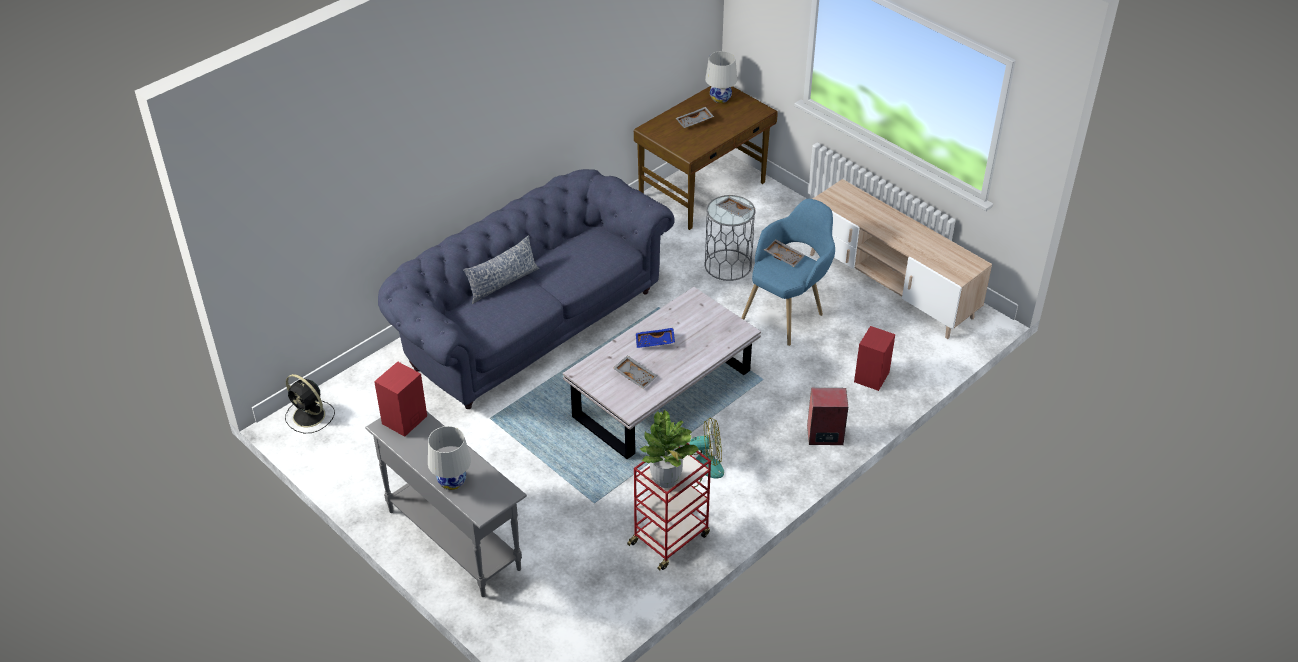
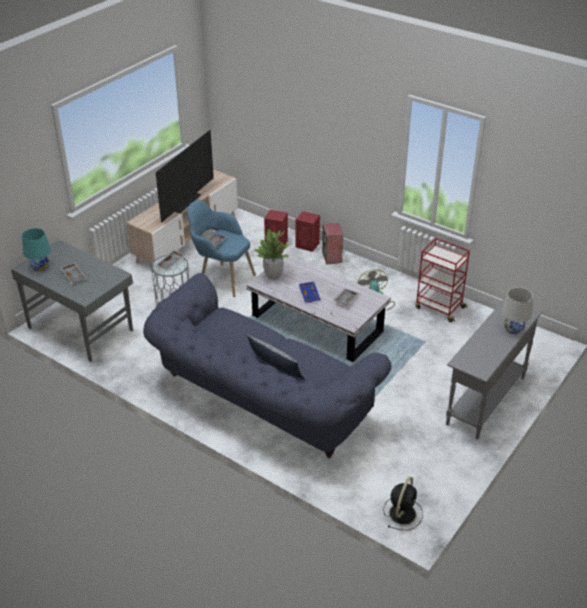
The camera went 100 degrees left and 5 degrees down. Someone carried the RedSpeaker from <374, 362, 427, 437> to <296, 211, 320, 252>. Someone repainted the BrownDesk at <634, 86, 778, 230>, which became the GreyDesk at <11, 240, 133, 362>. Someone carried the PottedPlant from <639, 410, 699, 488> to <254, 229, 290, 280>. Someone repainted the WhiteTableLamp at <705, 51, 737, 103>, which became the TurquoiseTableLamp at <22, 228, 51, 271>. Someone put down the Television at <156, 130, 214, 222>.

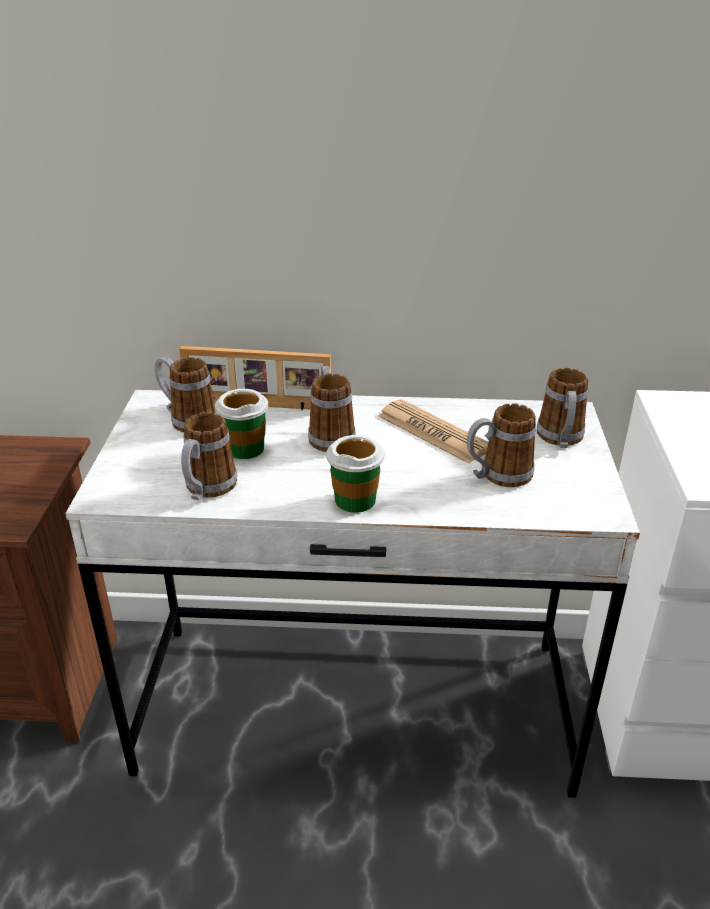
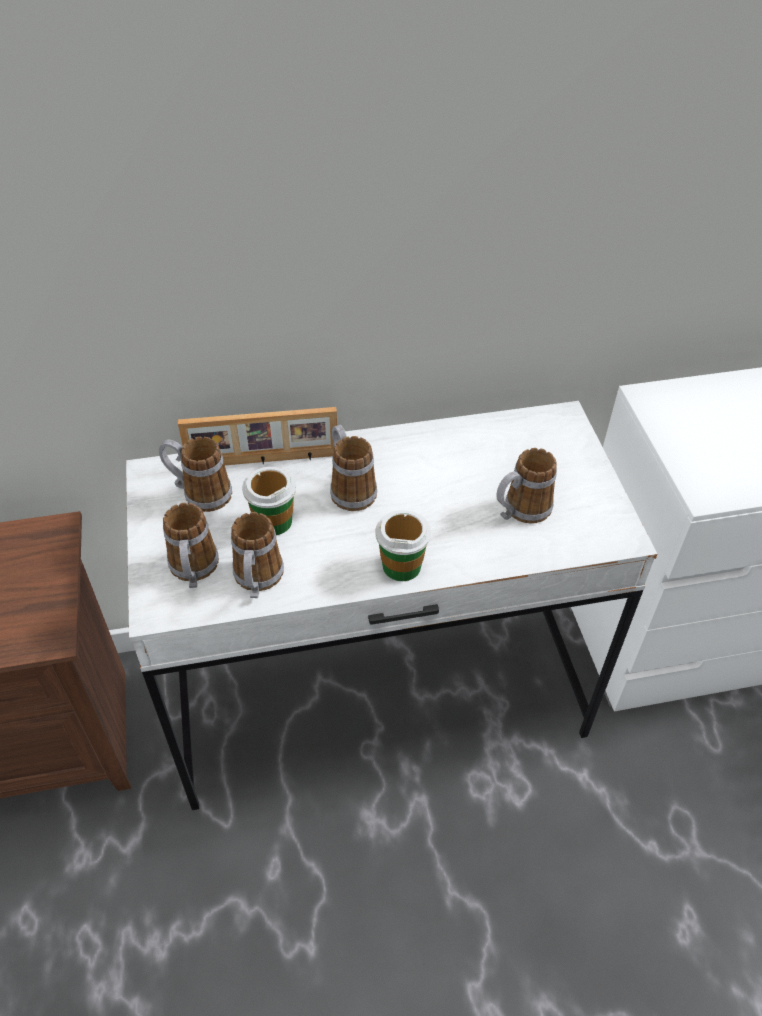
The camera went 15 degrees left and 15 degrees up. Someone took away the Newspaper at <378, 399, 488, 464>. Someone carried the Mug from <537, 368, 588, 448> to <163, 503, 219, 588>.

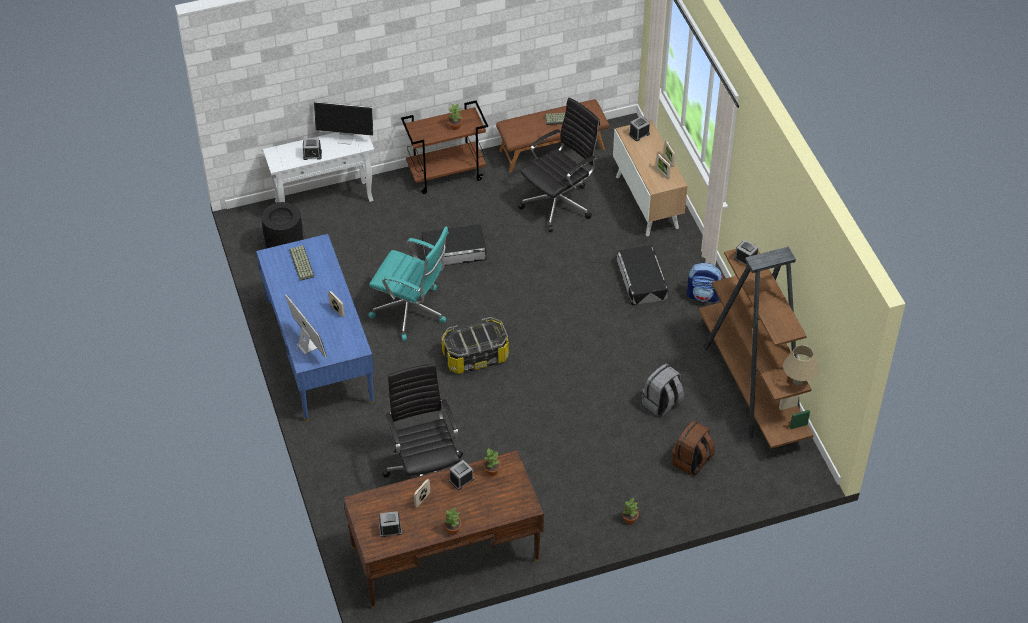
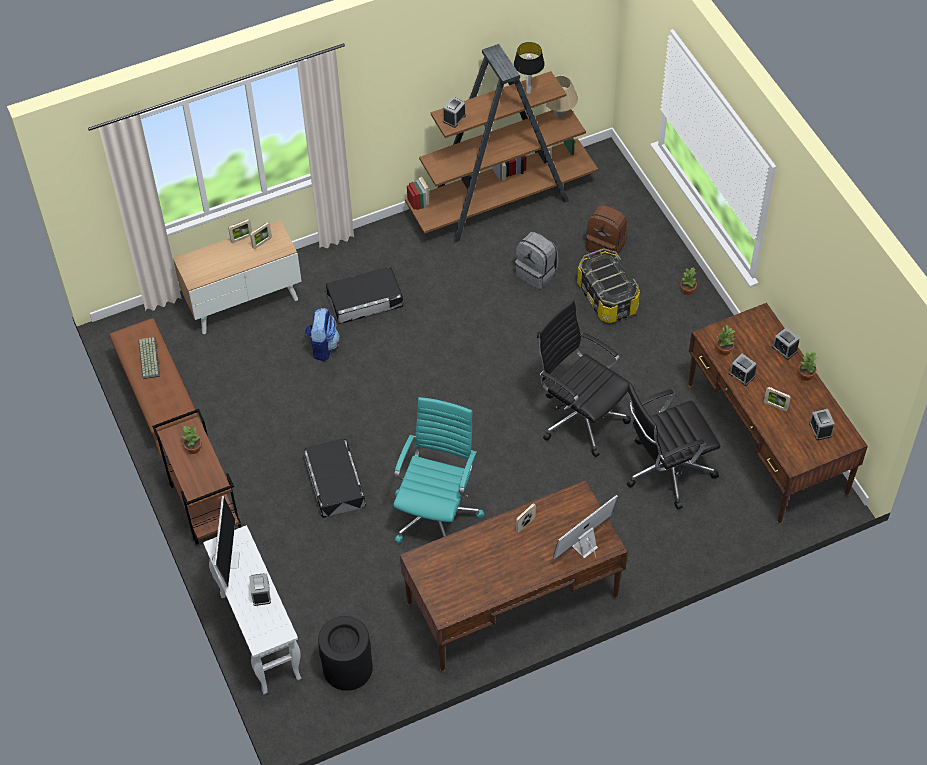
The camera went 95 degrees left and 5 degrees up. Someone repainted the BlueDesk at <256, 234, 374, 421>, which became the BrownDesk at <400, 480, 628, 673>. Someone took away the Keyboard at <289, 246, 315, 281>. Someone carried the StorageBox from <442, 317, 509, 374> to <577, 248, 640, 323>. Someone carried the BlackOfficeChair from <518, 97, 600, 232> to <537, 300, 631, 457>. Someone carried the AlarmClock from <629, 116, 650, 141> to <772, 328, 800, 360>. Someone carried the Backpack from <687, 263, 723, 303> to <305, 308, 340, 361>. Someone put down the TableLamp at <514, 42, 545, 94>.

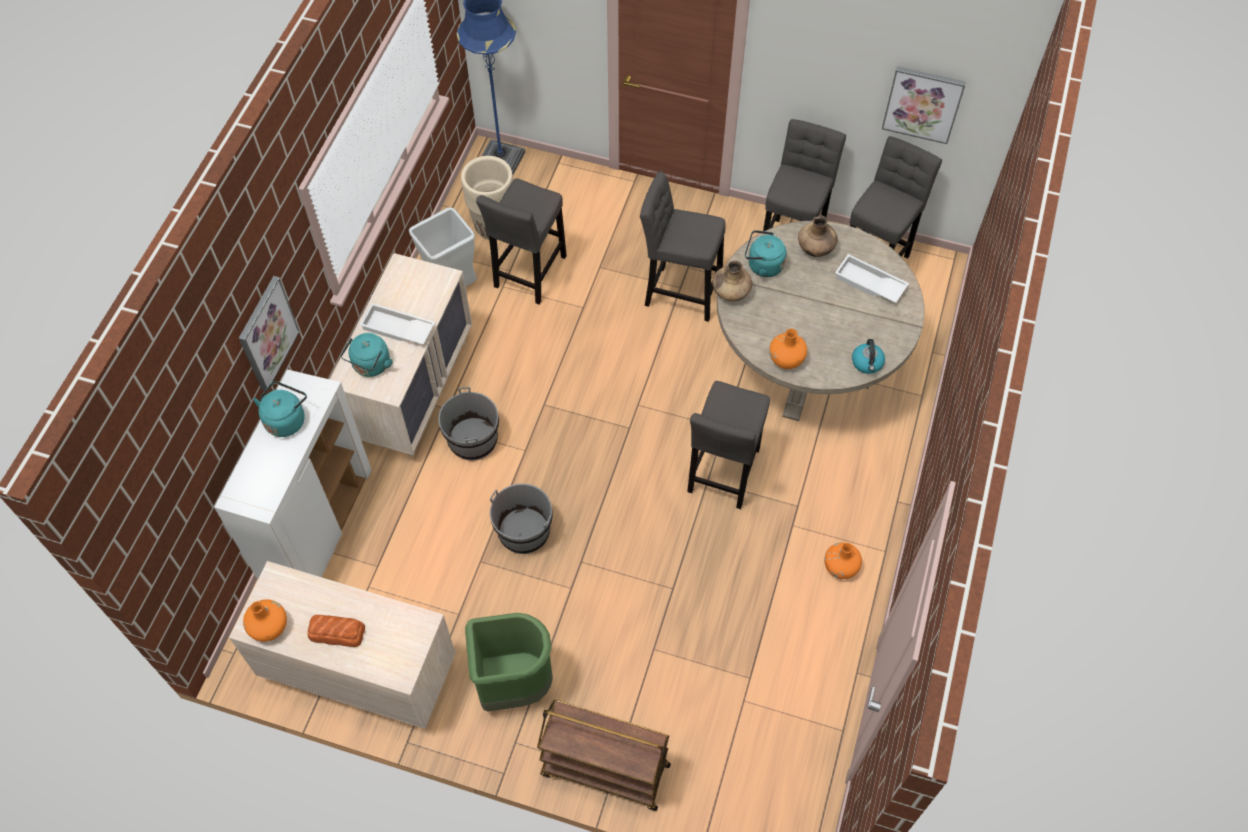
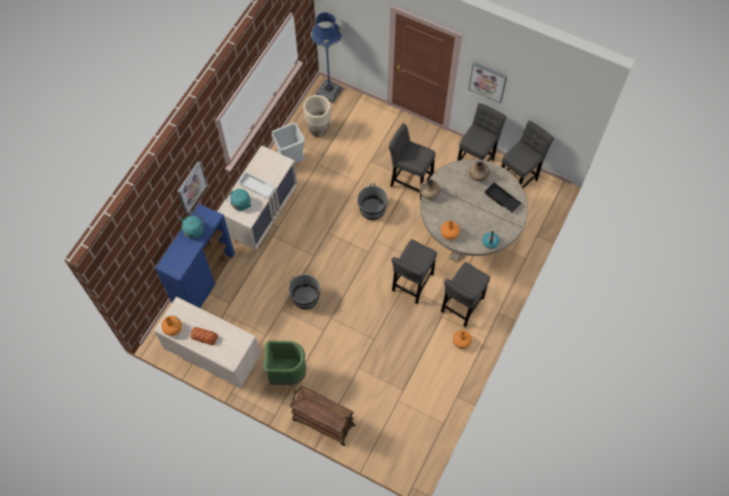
The camera went 10 degrees right and 5 degrees up. Someone repainted the WhiteCabinet at <214, 369, 372, 580>, which became the BlueCabinet at <155, 204, 235, 308>. Someone carried the GreyBucket from <438, 387, 499, 461> to <358, 183, 388, 220>. Someone carried the GreyStool from <476, 178, 567, 304> to <441, 262, 490, 327>. Someone took away the TurquoiseKettle at <745, 230, 787, 277>. Someone repainted the WhiteTray at <835, 254, 909, 303>, which became the BlackTray at <485, 182, 521, 213>. Someone carried the Picture from <882, 66, 966, 144> to <468, 62, 507, 103>.

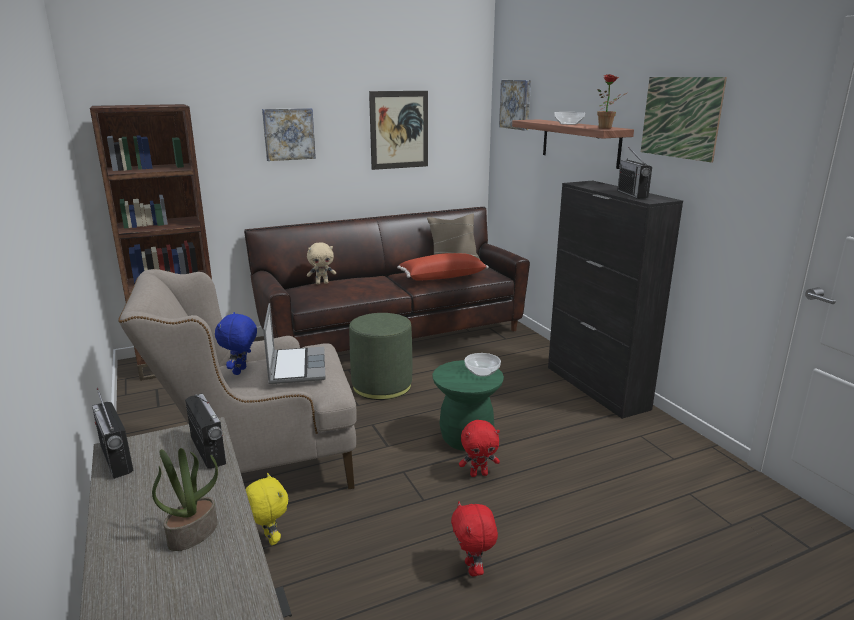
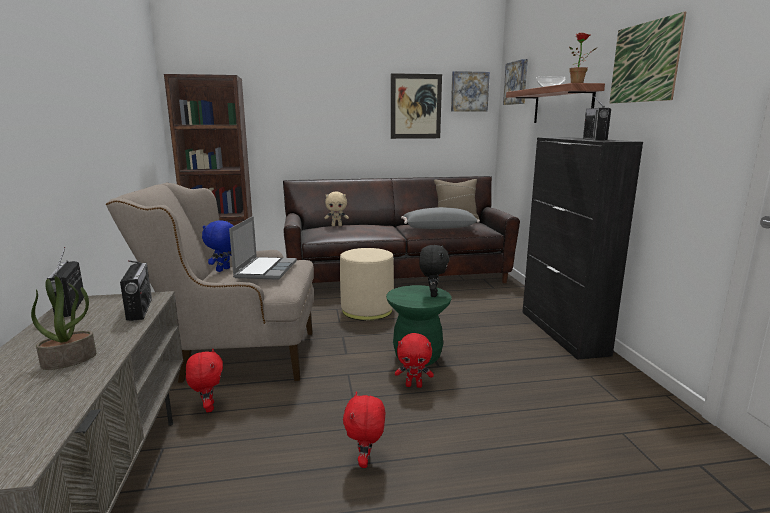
The camera went 15 degrees right and 5 degrees down. Someone repainted the YellowPlushToy at <246, 473, 288, 545>, which became the RedPlushToy at <186, 349, 223, 413>. Someone carried the Picture from <262, 108, 316, 161> to <451, 71, 490, 112>. Someone repainted the GreenOttoman at <349, 313, 412, 400>, which became the BeigeOttoman at <340, 248, 394, 321>. Someone repainted the RedPillow at <397, 253, 489, 280>, which became the GreyPillow at <401, 207, 480, 229>. Someone swapped the Bowl at <464, 353, 501, 377> for the BlackPlushToy at <419, 245, 449, 297>.

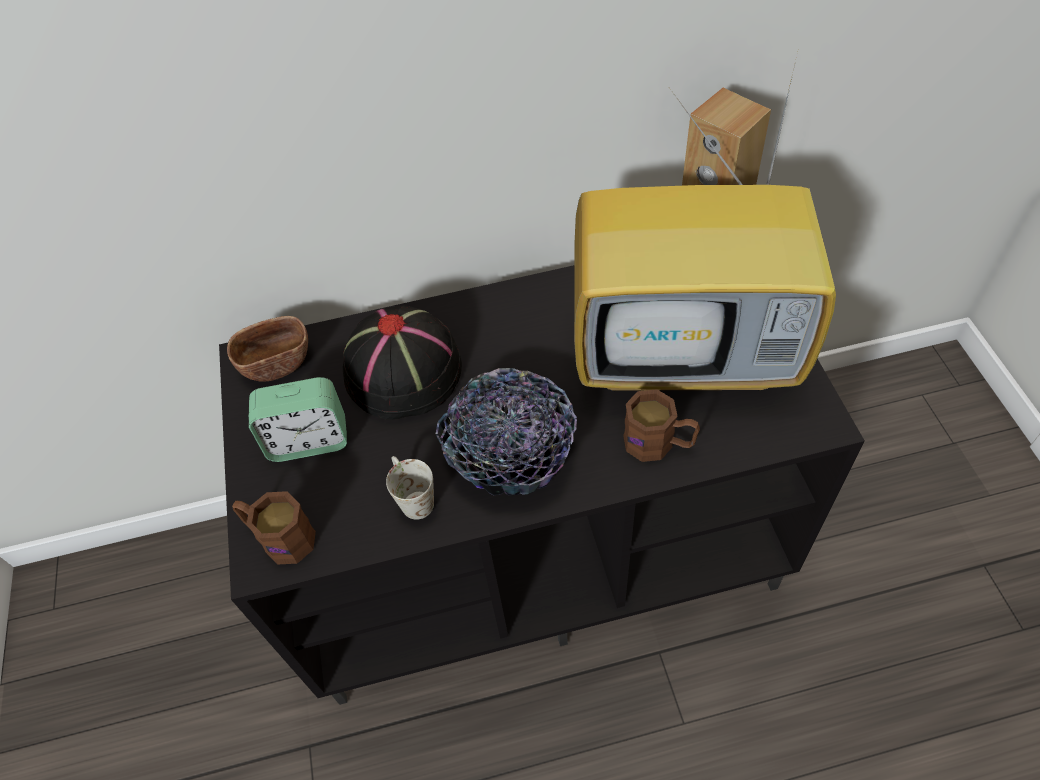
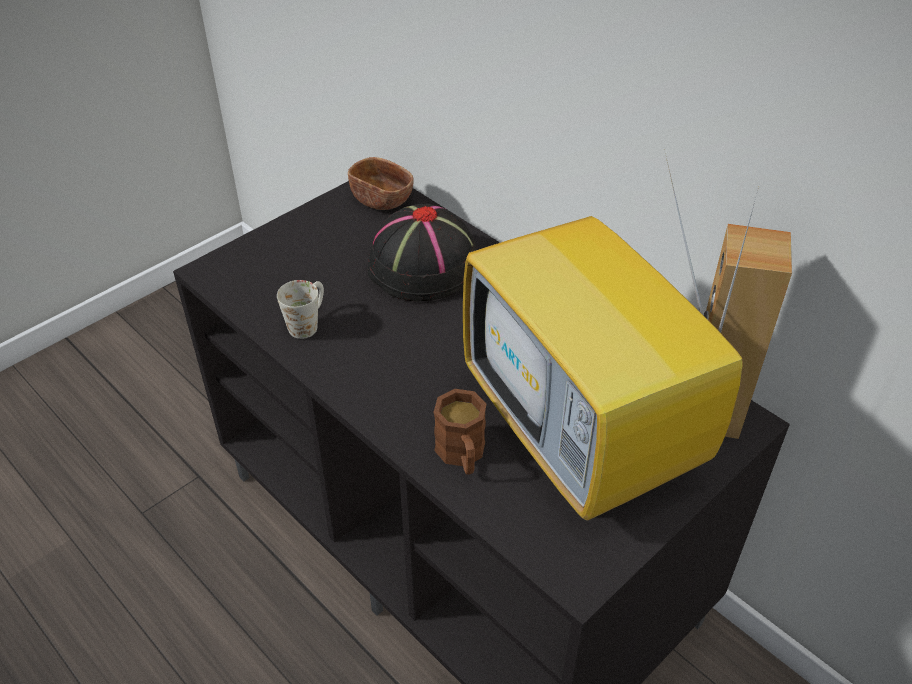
The camera went 55 degrees right and 10 degrees down. Someone took away the BrownMug at <232, 491, 316, 565>. Someone took away the AlarmClock at <249, 377, 347, 462>. Someone took away the Bowl at <436, 368, 577, 495>.

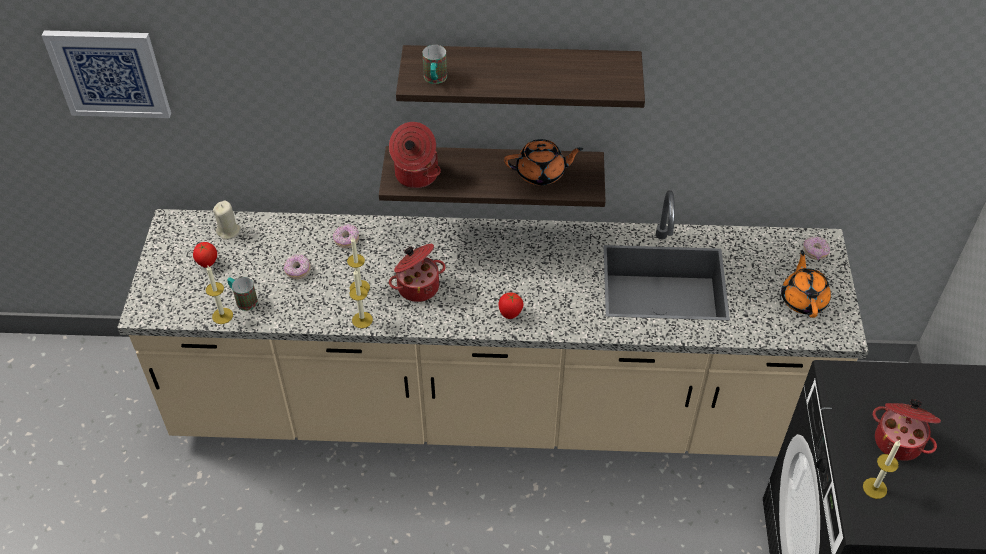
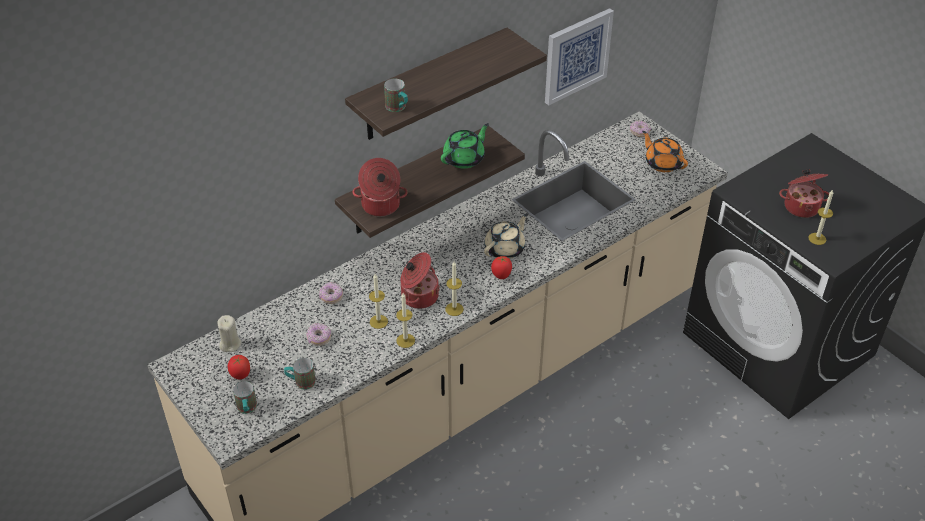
The camera went 40 degrees left and 5 degrees down. Someone carried the Picture from <42, 30, 171, 118> to <545, 8, 614, 105>. Someone carried the Candle from <206, 266, 233, 324> to <445, 261, 463, 316>. Someone repainted the OrangeTeapot at <504, 139, 583, 185>, which became the GreenTeapot at <441, 123, 489, 169>. Someone put down the Mug at <233, 381, 257, 414>. Someone put down the BeigeTeapot at <484, 213, 528, 259>.

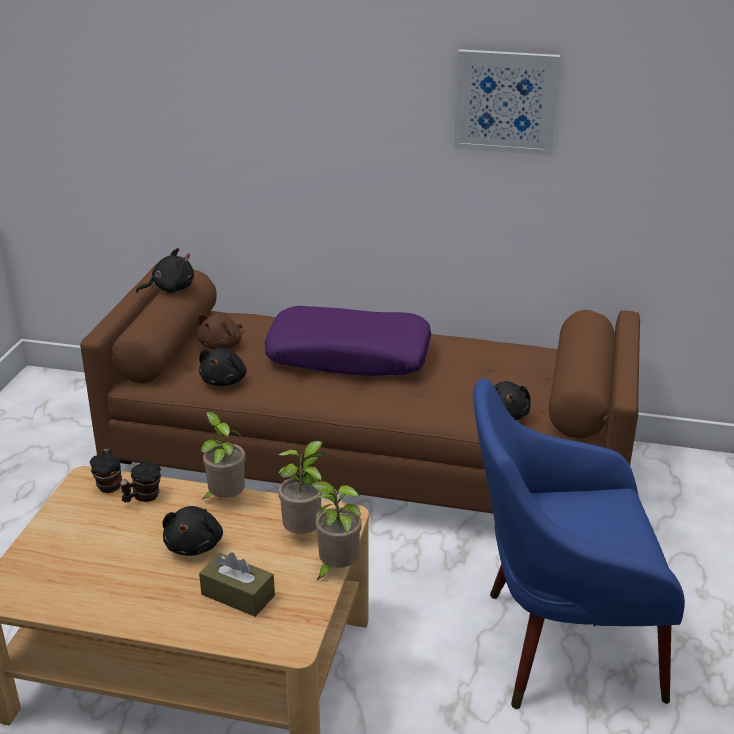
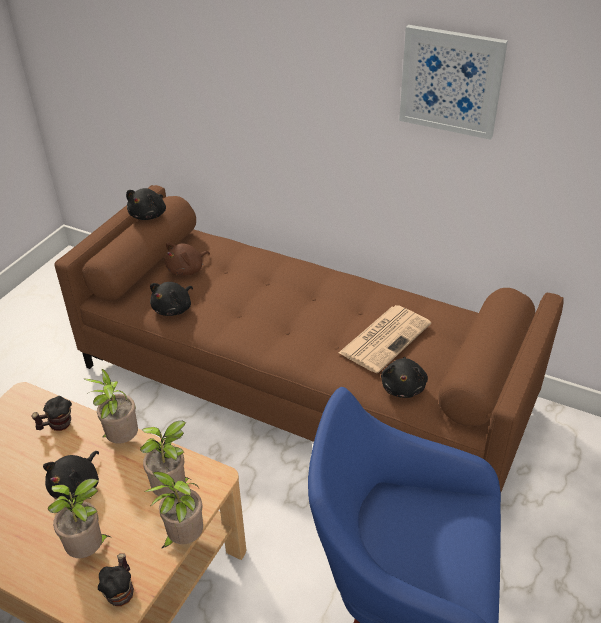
The camera went 15 degrees right and 10 degrees up. Someone carried the Mug from <90, 448, 122, 493> to <98, 553, 134, 606>. Someone rotated the BlackPlushToy at <136, 248, 194, 293> by 120 degrees clockwise. Someone swapped the BrownTissueBox at <199, 553, 275, 617> for the PottedPlant at <48, 478, 110, 558>. Someone took away the PurplePillow at <265, 306, 431, 376>. Someone put down the Newspaper at <339, 305, 431, 373>.

